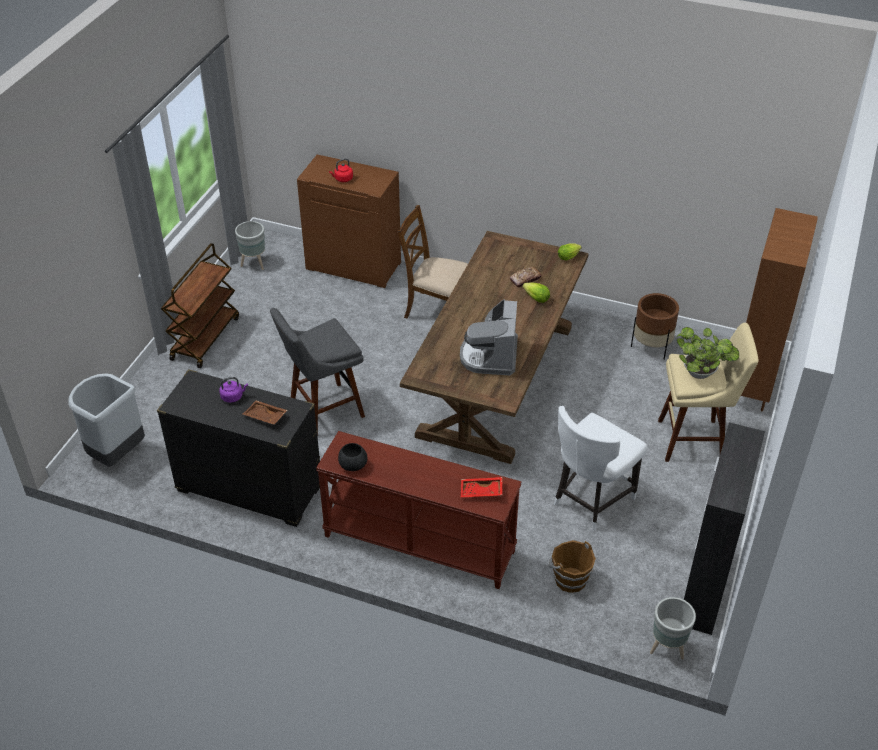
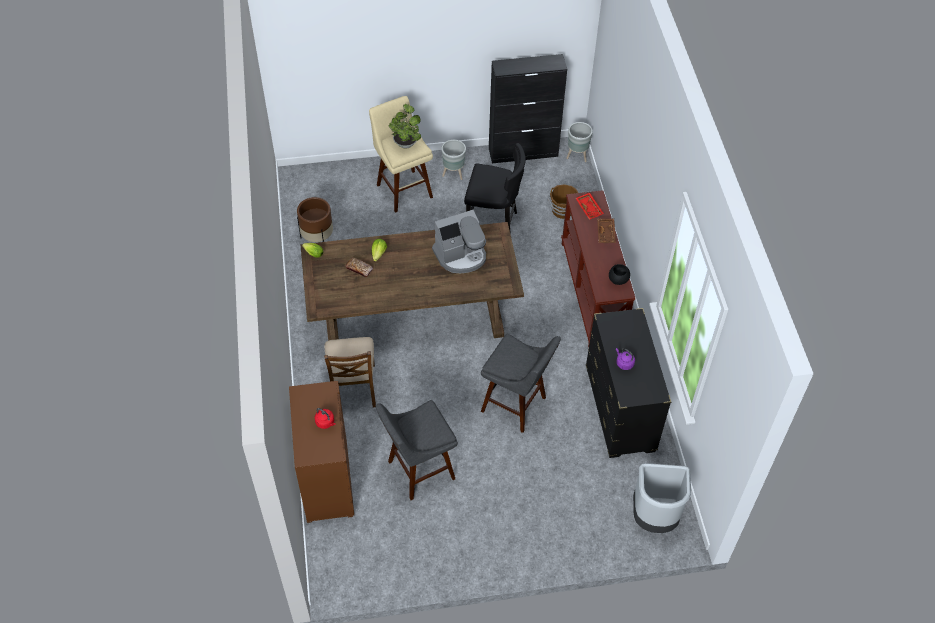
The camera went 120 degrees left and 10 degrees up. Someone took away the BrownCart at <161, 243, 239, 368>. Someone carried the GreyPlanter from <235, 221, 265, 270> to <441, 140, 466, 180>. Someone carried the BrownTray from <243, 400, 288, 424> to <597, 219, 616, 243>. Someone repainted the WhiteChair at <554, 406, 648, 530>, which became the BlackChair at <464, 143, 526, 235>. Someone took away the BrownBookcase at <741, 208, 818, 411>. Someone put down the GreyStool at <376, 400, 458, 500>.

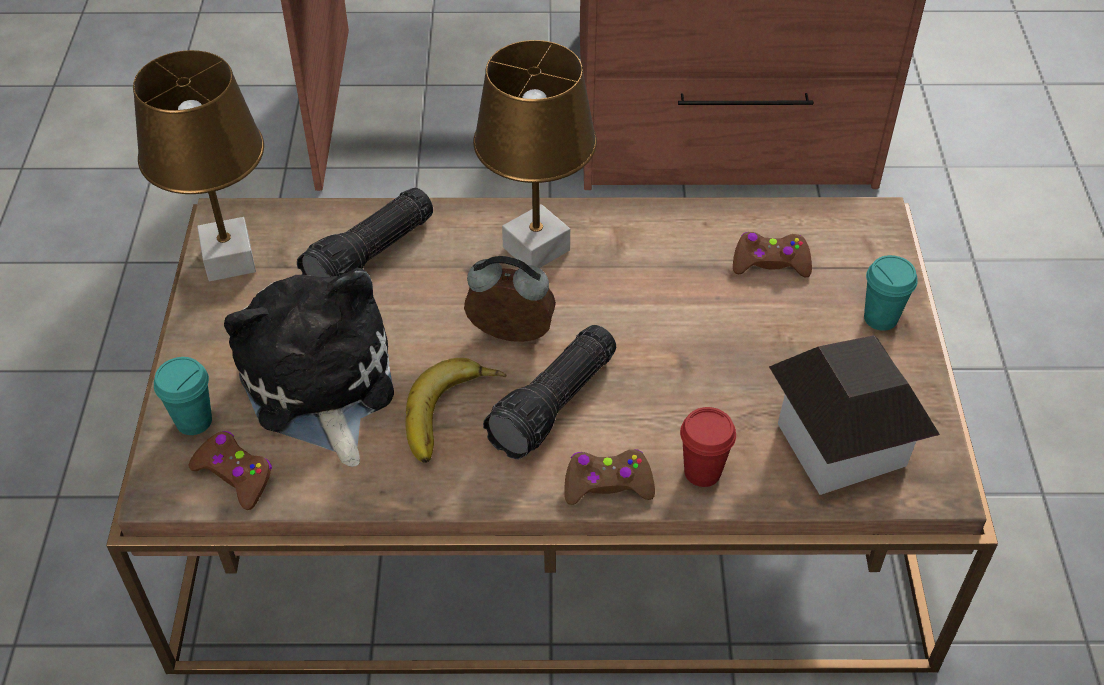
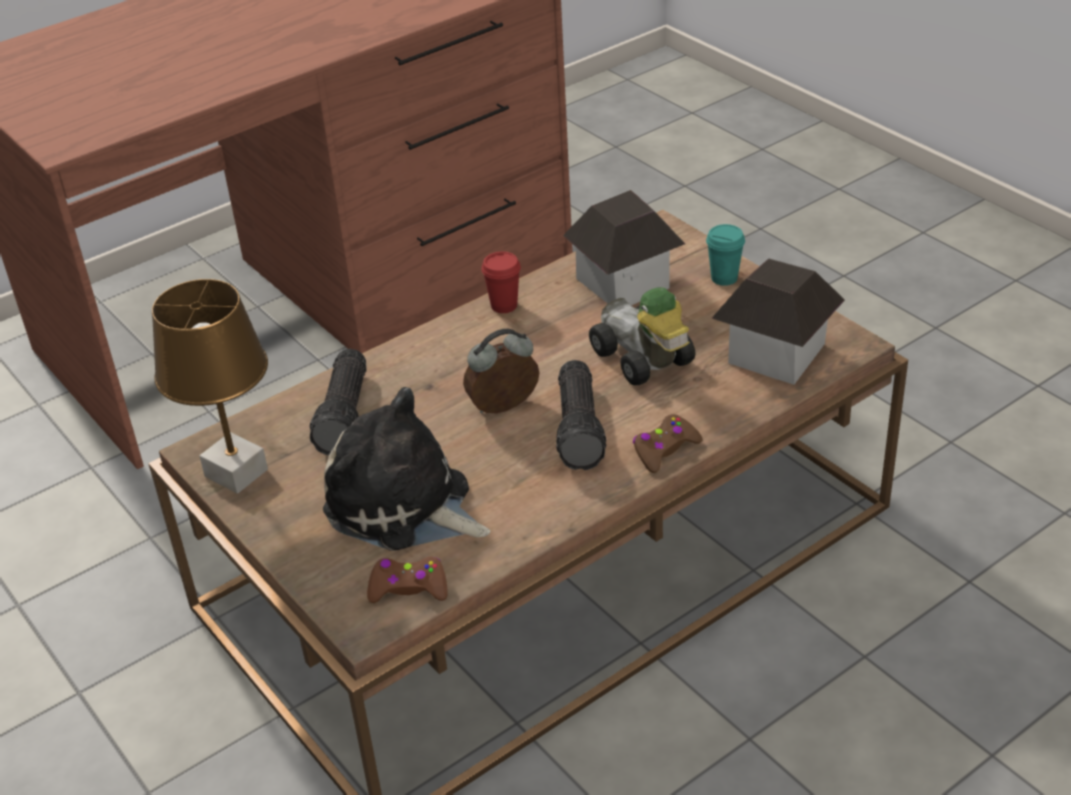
The camera went 35 degrees left and 10 degrees down. Someone took away the TurquoiseCup at <154, 357, 212, 435>. Someone took away the Banana at <405, 358, 507, 463>. Someone took away the BrownTableLamp at <473, 40, 597, 268>. Someone carried the RedCup from <680, 407, 736, 487> to <481, 252, 521, 313>. Someone swapped the BrownGameController at <733, 232, 812, 277> for the ToyHouse at <563, 190, 685, 305>. Someone put down the ToyCar at <589, 287, 696, 385>.

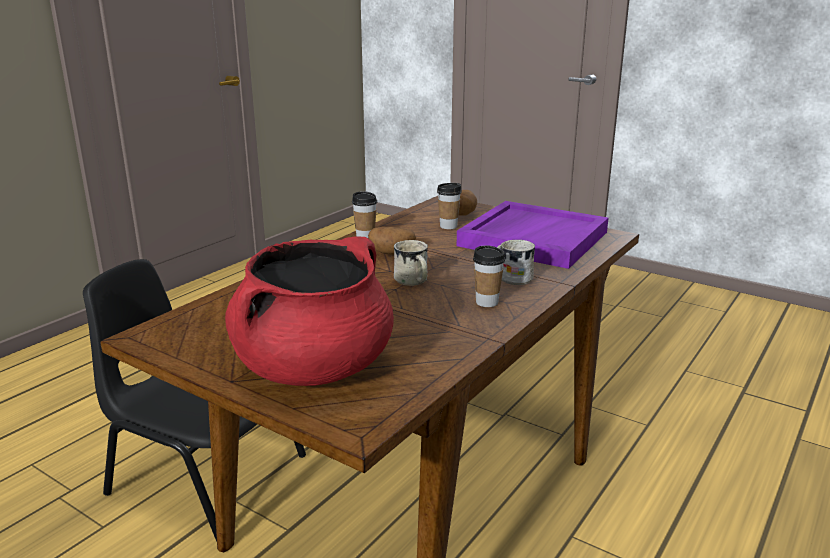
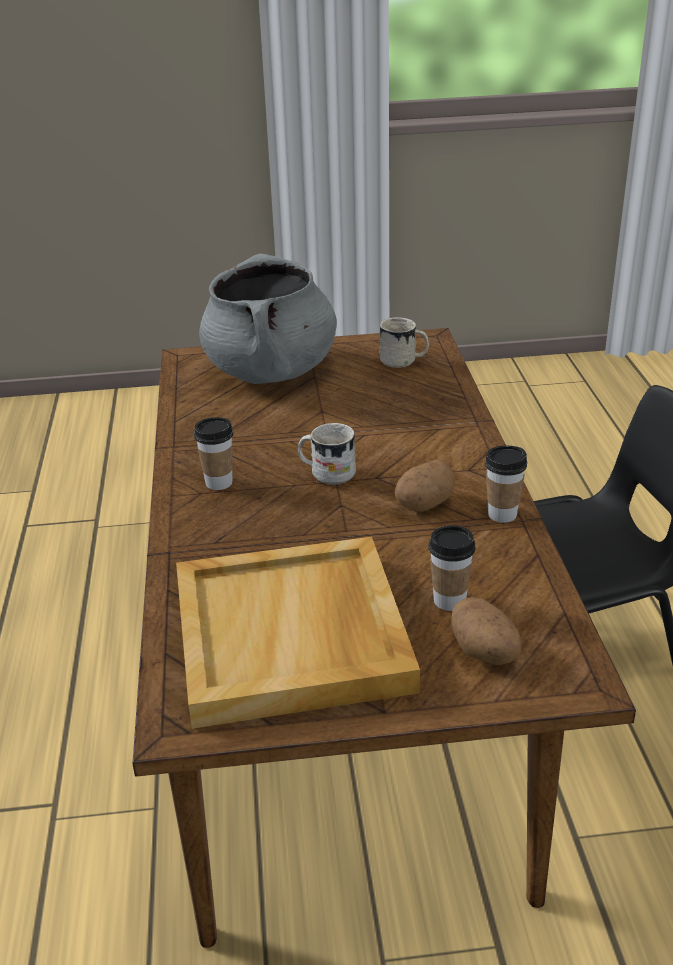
The camera went 140 degrees right and 10 degrees up. Someone repainted the RedCookingPot at <225, 237, 394, 386>, which became the GreyCookingPot at <199, 254, 337, 384>. Someone repainted the PurpleTray at <457, 201, 609, 269>, which became the BeigeTray at <176, 537, 420, 729>. Someone carried the WhiteMug from <497, 240, 535, 285> to <380, 317, 429, 368>.

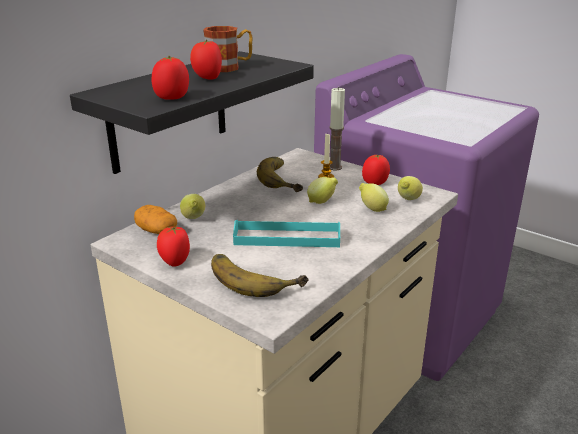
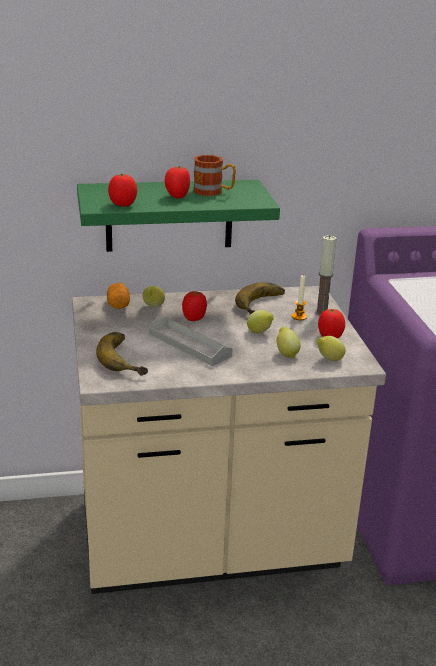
The camera went 40 degrees right and 0 degrees up. Someone repainted the BlackShelf at <70, 51, 314, 174>, which became the GreenShelf at <77, 180, 280, 252>. Someone carried the Tomato from <157, 225, 190, 267> to <182, 291, 207, 321>. Someone repainted the TurquoiseTray at <233, 220, 340, 247>, which became the GreyTray at <148, 316, 233, 366>.

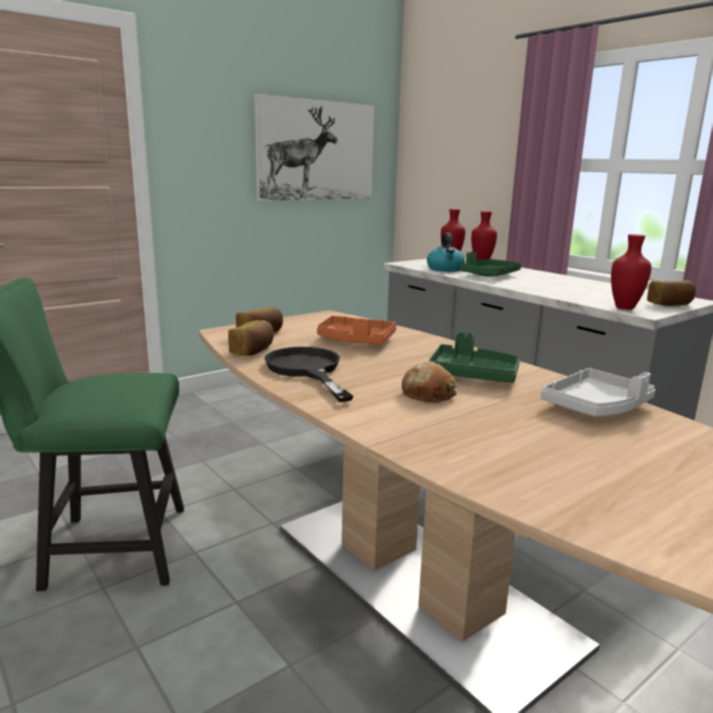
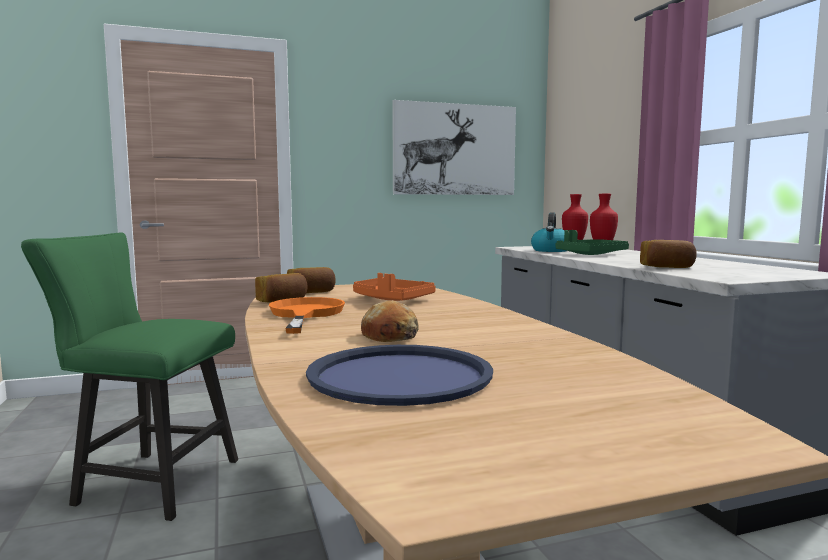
The camera went 20 degrees right and 10 degrees down. Someone repainted the BlackFryingPan at <264, 347, 353, 402>, which became the OrangeFryingPan at <269, 297, 345, 334>. Someone took away the GreenTray at <429, 332, 520, 383>. Someone took away the GreyTray at <541, 368, 656, 417>. Someone took away the RedVase at <611, 234, 652, 310>. Someone carried the Bread from <647, 281, 696, 306> to <640, 240, 697, 268>. Someone put down the BlueTray at <306, 345, 493, 406>.

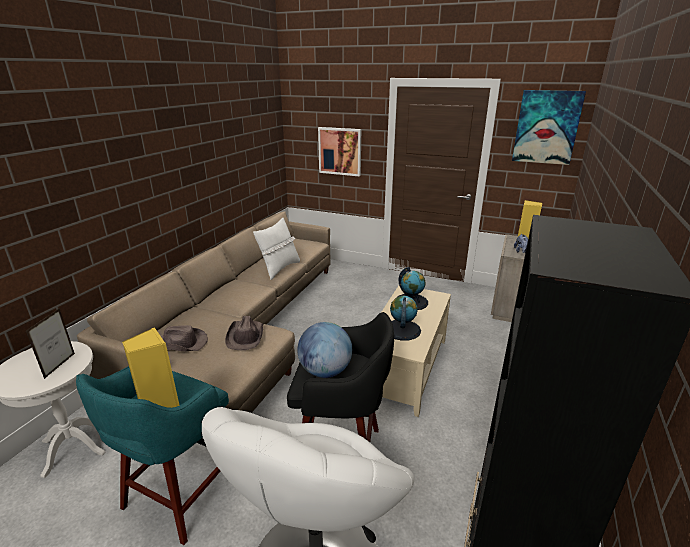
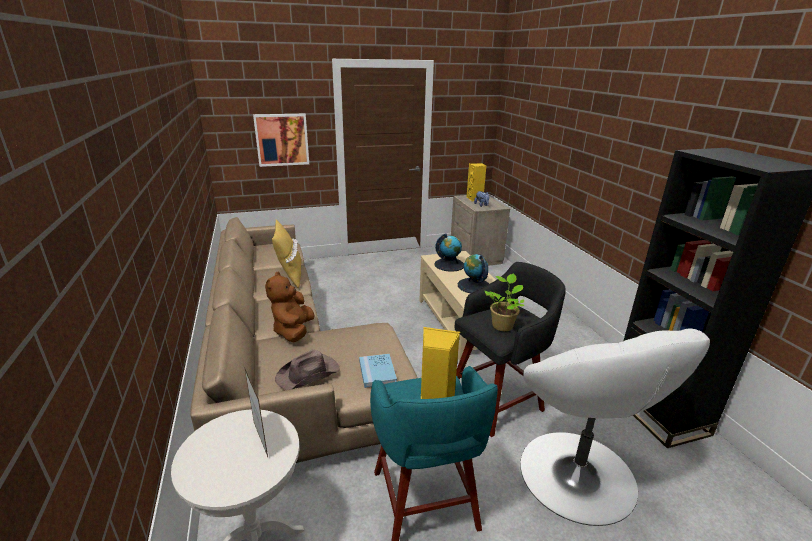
The camera went 40 degrees left and 0 degrees up. Someone took away the BrownHat at <225, 316, 264, 350>. Someone repainted the WhitePillow at <253, 218, 300, 280>, which became the YellowPillow at <272, 219, 301, 289>. Someone swapped the Globe at <297, 322, 352, 378> for the PottedPlant at <485, 274, 524, 331>. Someone took away the Picture at <512, 90, 586, 165>. Someone put down the BrownPlushToy at <265, 272, 315, 342>. Someone put down the BlueBook at <359, 354, 397, 388>.

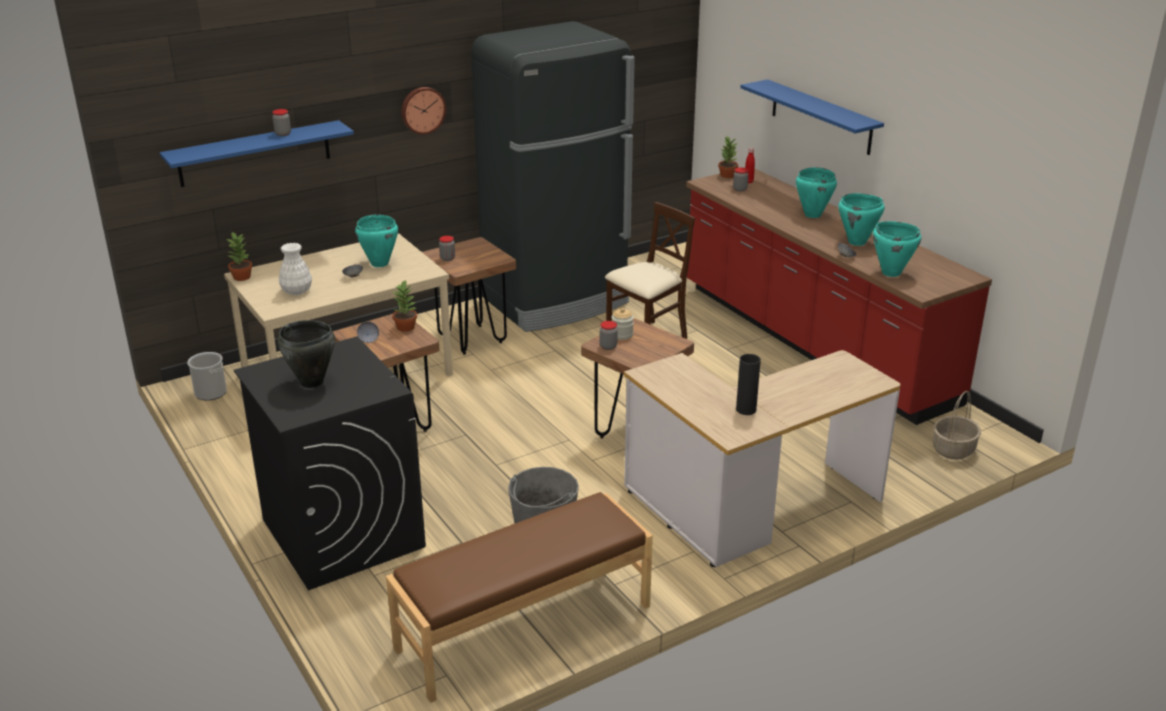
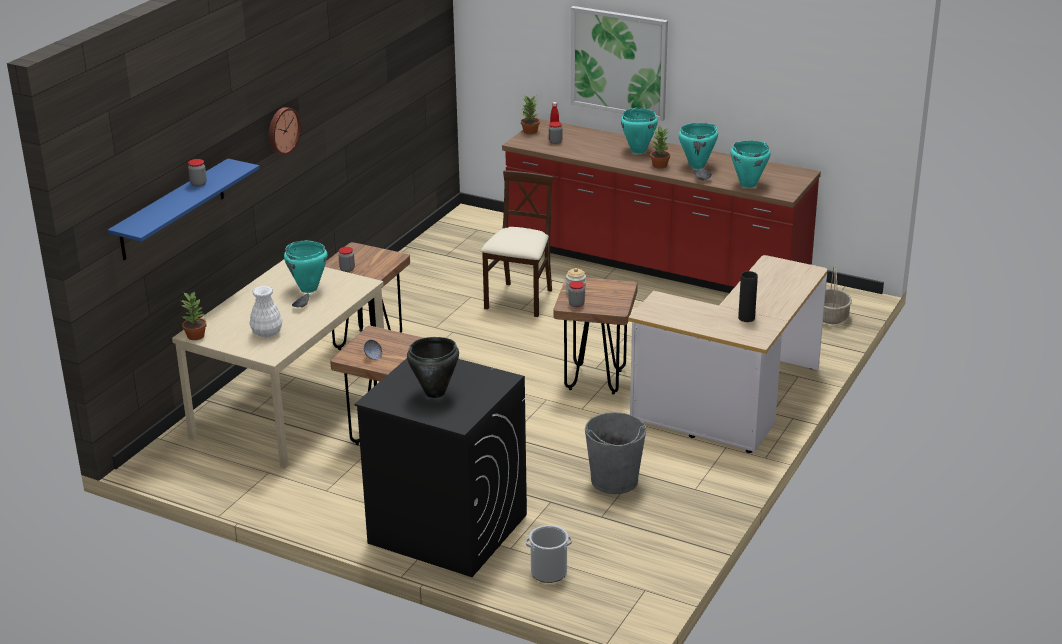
The camera went 30 degrees left and 0 degrees up. Someone carried the Bucket from <187, 352, 227, 401> to <526, 525, 572, 583>. Someone took away the BrownBench at <386, 492, 653, 703>. Someone carried the PottedPlant from <393, 279, 417, 332> to <650, 125, 670, 169>. Someone took away the BlackFridge at <471, 21, 635, 332>. Someone swapped the BlueShelf at <740, 79, 884, 155> for the Picture at <571, 6, 668, 121>.

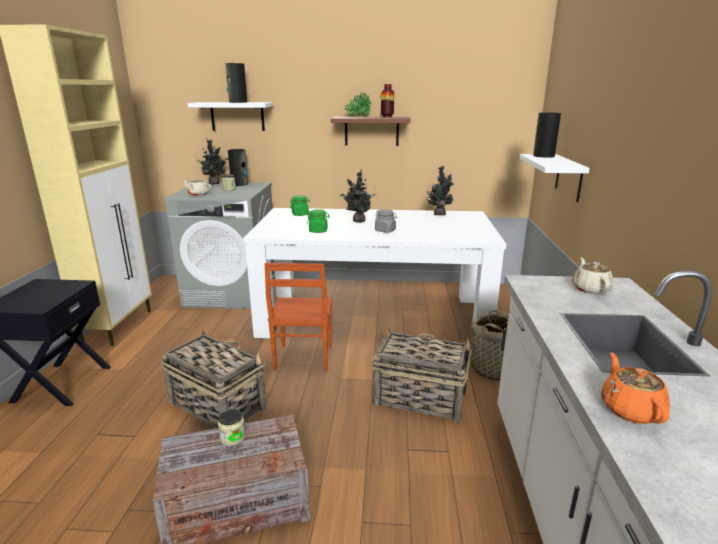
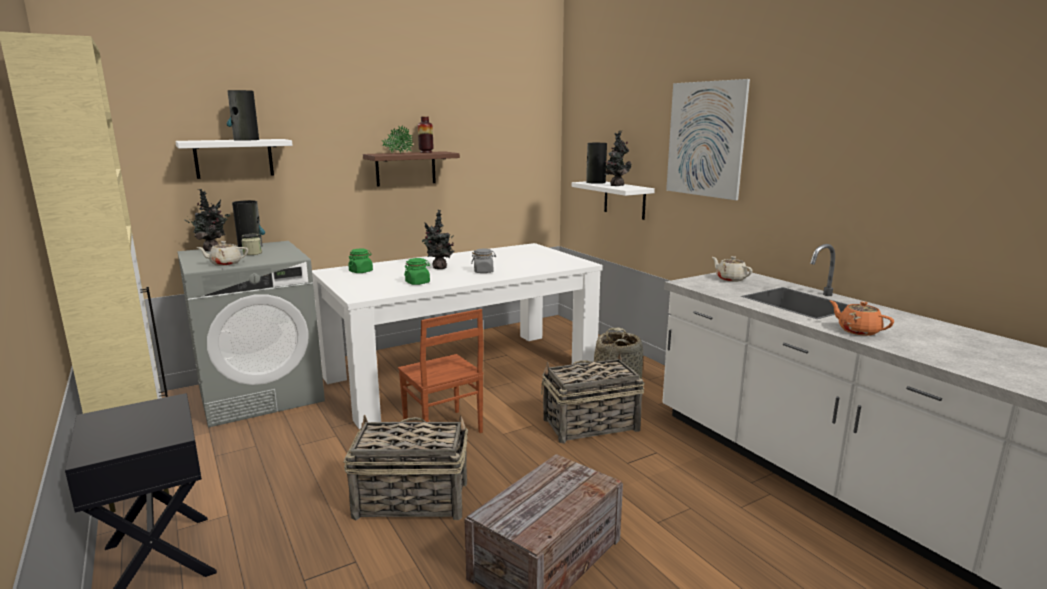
The camera went 35 degrees left and 5 degrees down. Someone took away the Jar at <218, 409, 246, 446>. Someone carried the PottedPlant from <426, 166, 454, 216> to <604, 130, 632, 186>. Someone put up the Picture at <666, 79, 750, 200>.

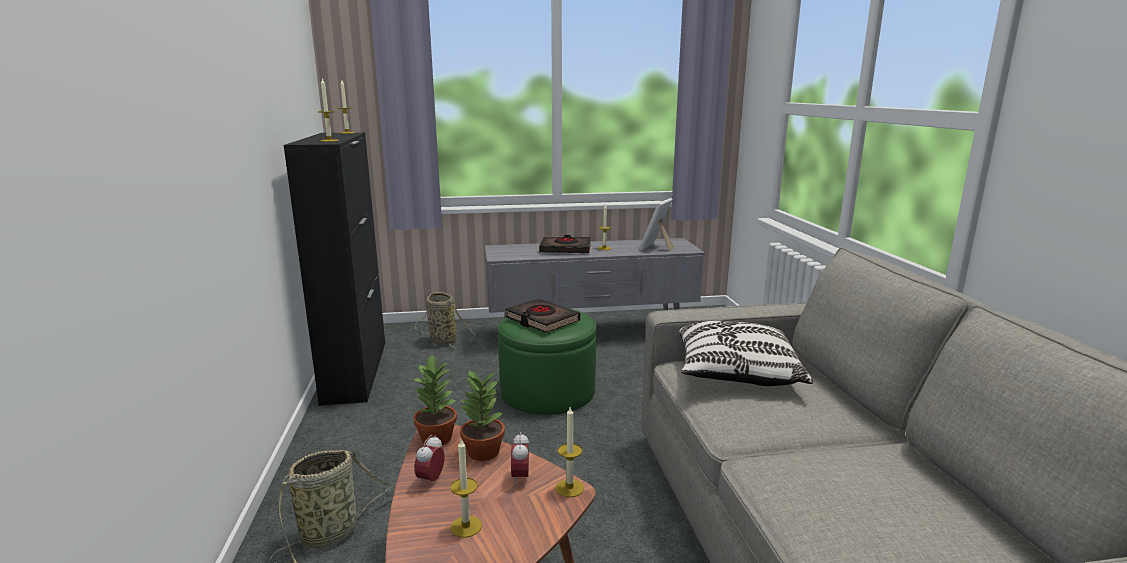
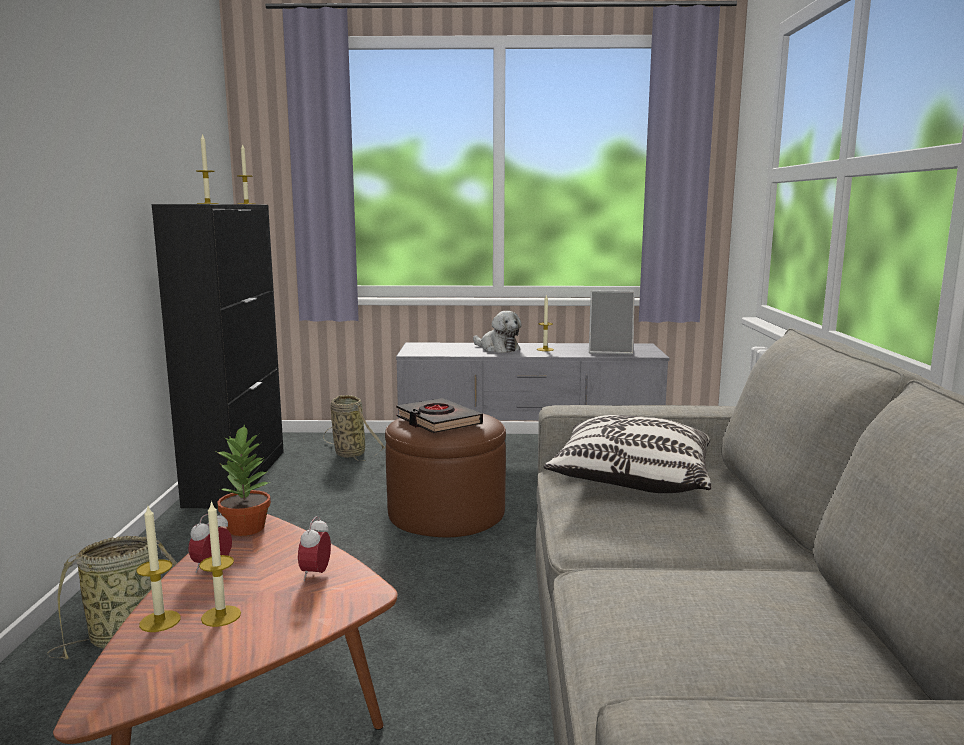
The camera went 10 degrees right and 5 degrees down. Someone took away the PottedPlant at <460, 369, 505, 461>. Someone repainted the GreenOttoman at <498, 308, 597, 415>, which became the BrownOttoman at <385, 413, 506, 537>. Someone swapped the BlackBook at <539, 235, 591, 253> for the PlushToy at <473, 311, 522, 353>. Someone carried the Candle from <556, 407, 584, 497> to <136, 506, 181, 632>. Someone rotated the PictureFrame at <639, 198, 674, 251> by 120 degrees counterclockwise.

